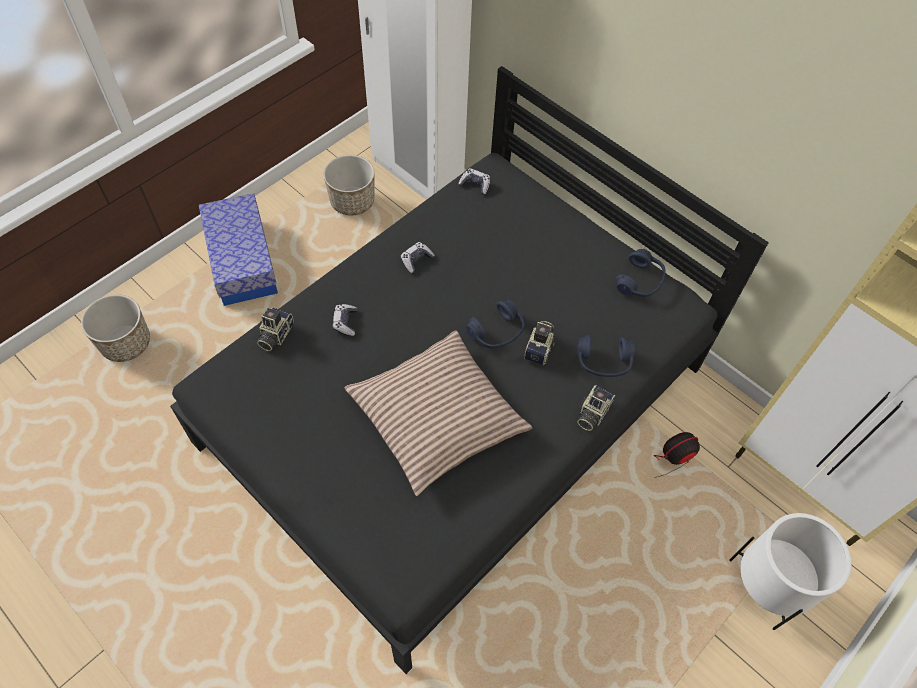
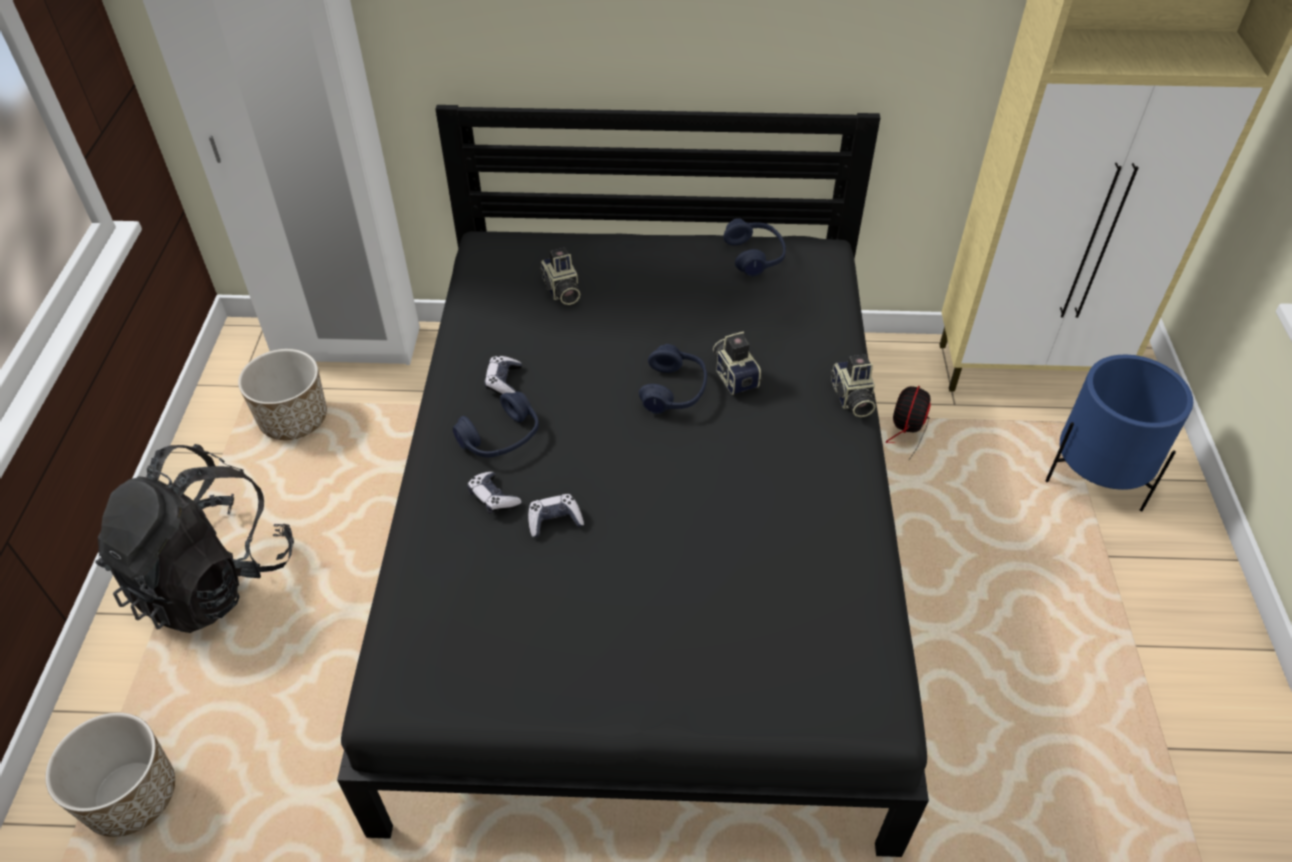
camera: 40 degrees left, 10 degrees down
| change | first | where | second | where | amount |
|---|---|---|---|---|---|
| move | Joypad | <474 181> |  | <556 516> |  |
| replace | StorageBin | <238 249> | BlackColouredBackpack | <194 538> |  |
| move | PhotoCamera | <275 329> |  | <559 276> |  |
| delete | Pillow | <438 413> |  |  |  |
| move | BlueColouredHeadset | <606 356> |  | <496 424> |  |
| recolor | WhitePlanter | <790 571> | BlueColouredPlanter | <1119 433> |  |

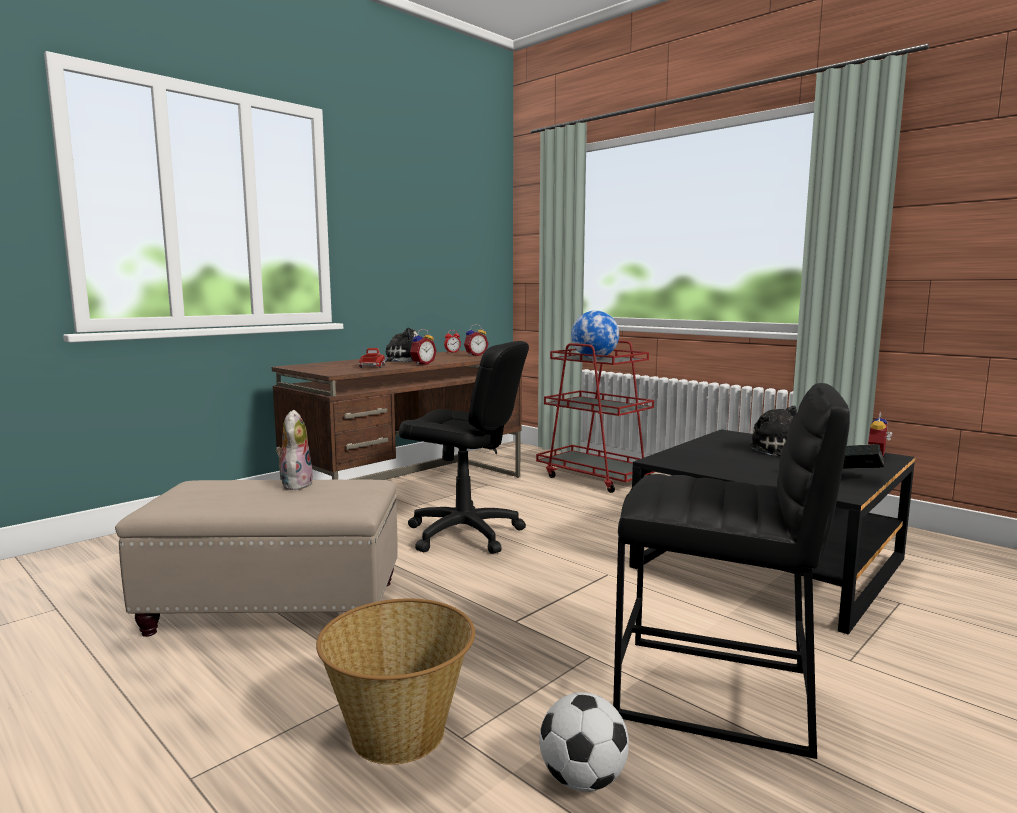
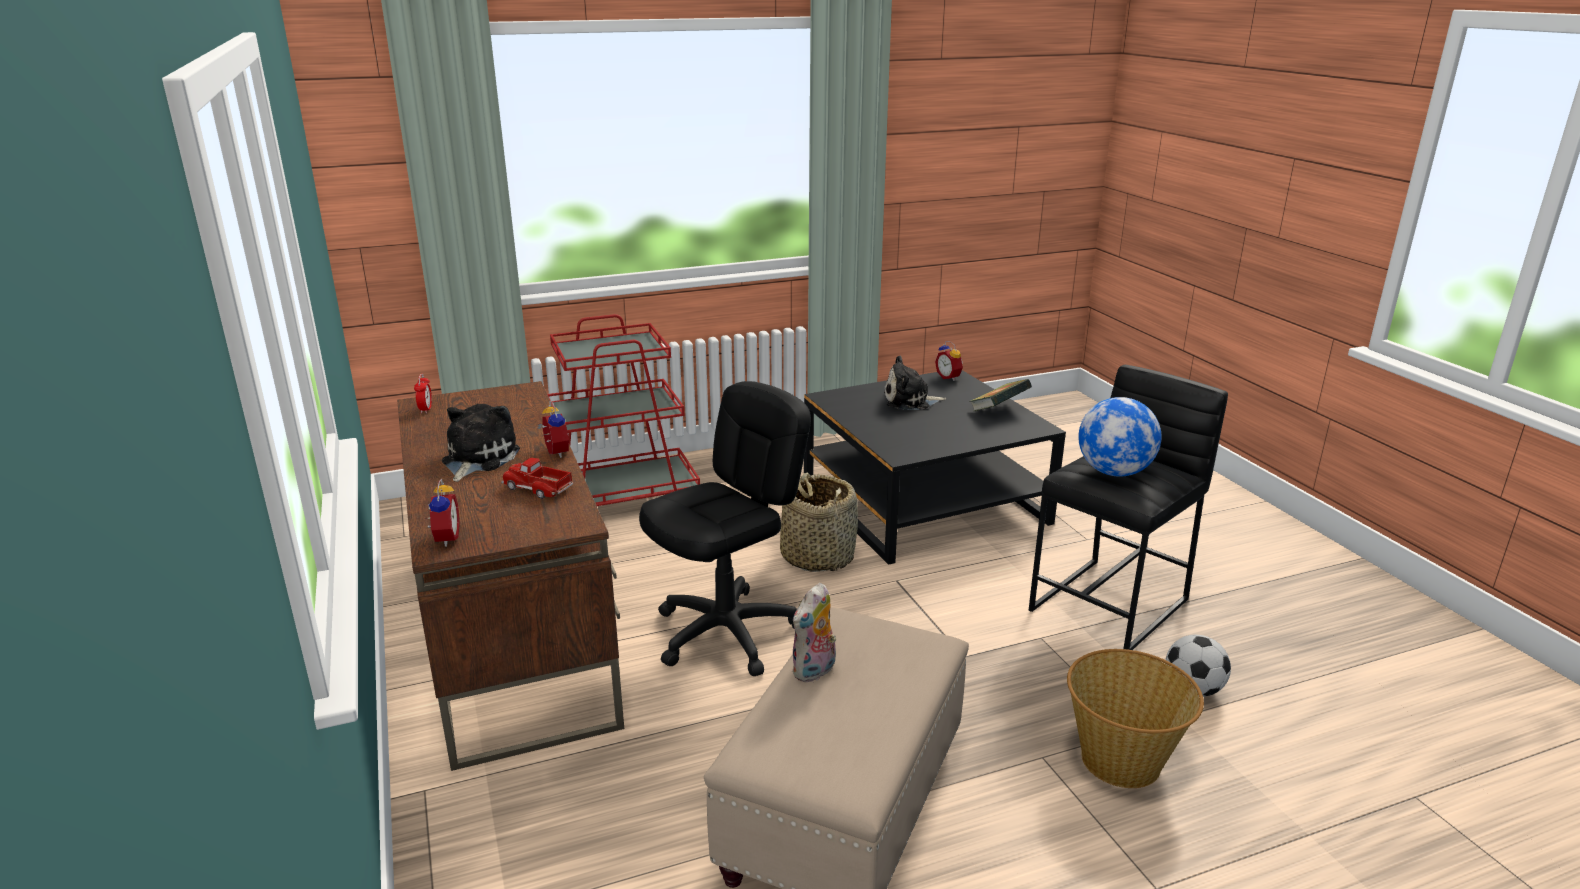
camera: 65 degrees left, 15 degrees up
| change | first | where | second | where | amount |
|---|---|---|---|---|---|
| move | WorldGlobe | <595 334> |  | <1119 437> |  |
| move | BedsideClock | <476 340> |  | <442 513> |  |
| rotate | SoftToy | <294 450> |  | <814 633> | 75 degrees counterclockwise |
| insert |  |  | HouseholdBasket | <819 522> |  |

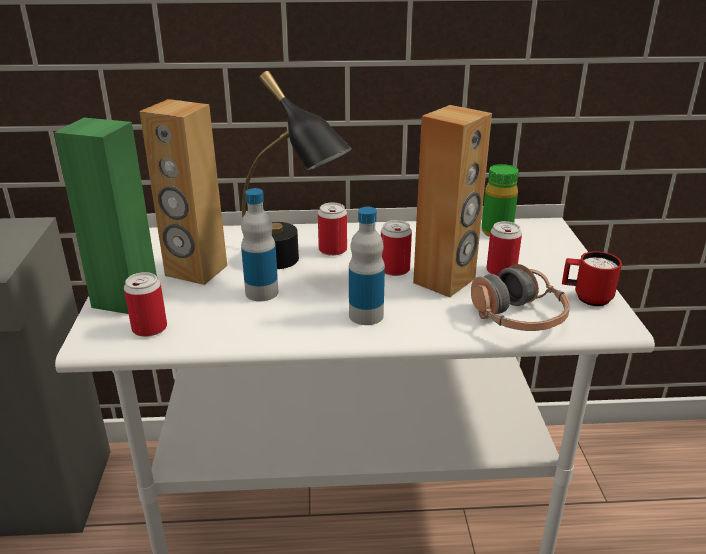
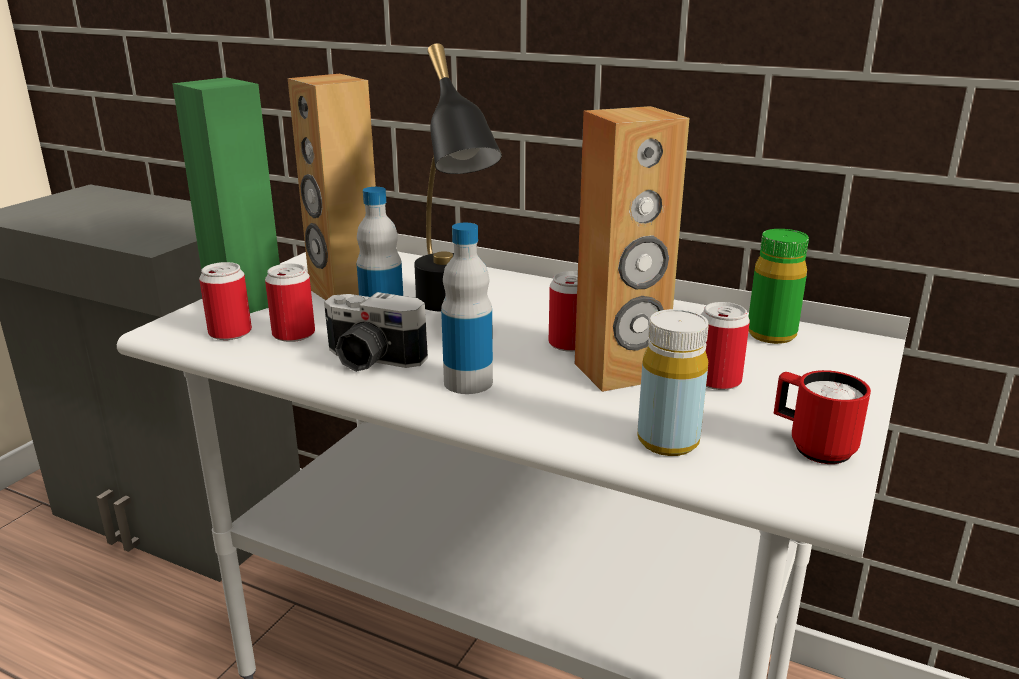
camera: 30 degrees right, 5 degrees down
| change | first | where | second | where | amount |
|---|---|---|---|---|---|
| move | MetalCan | <332 229> |  | <290 302> |  |
| replace | Headset | <520 297> | YellowColouredBottle | <673 382> |  |
| insert |  |  | PhotoCamera | <376 332> |  |

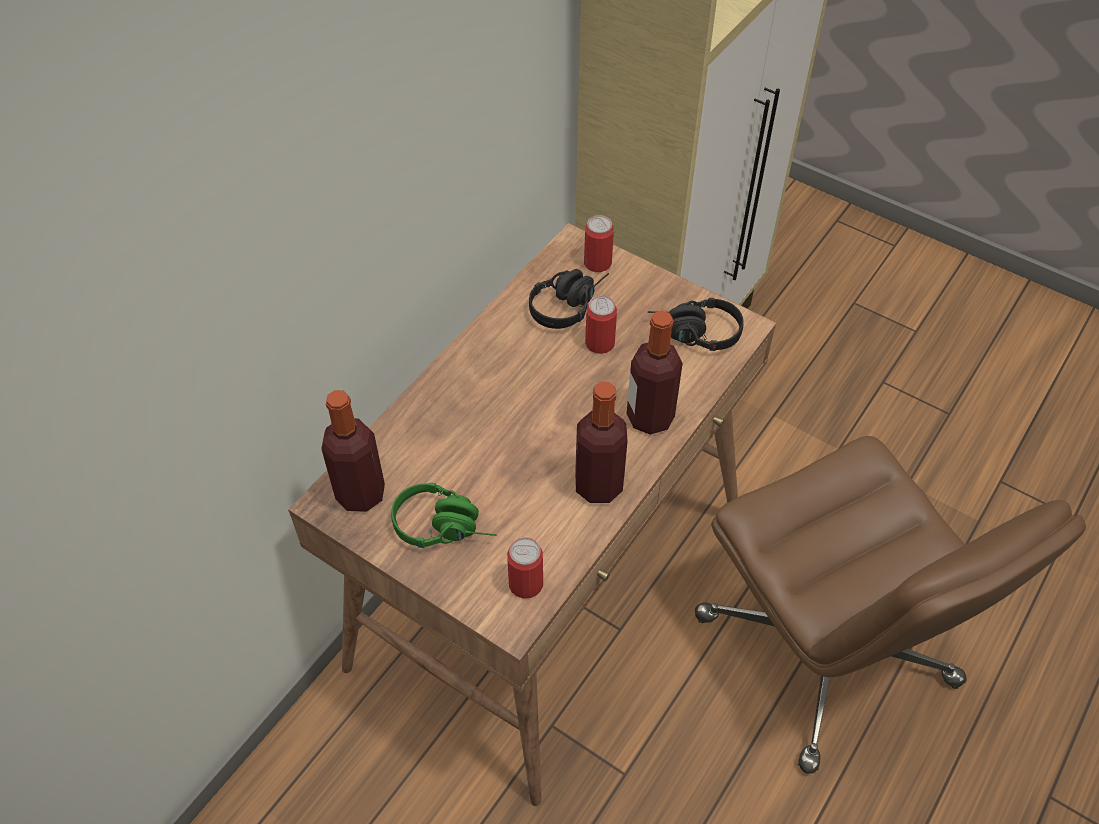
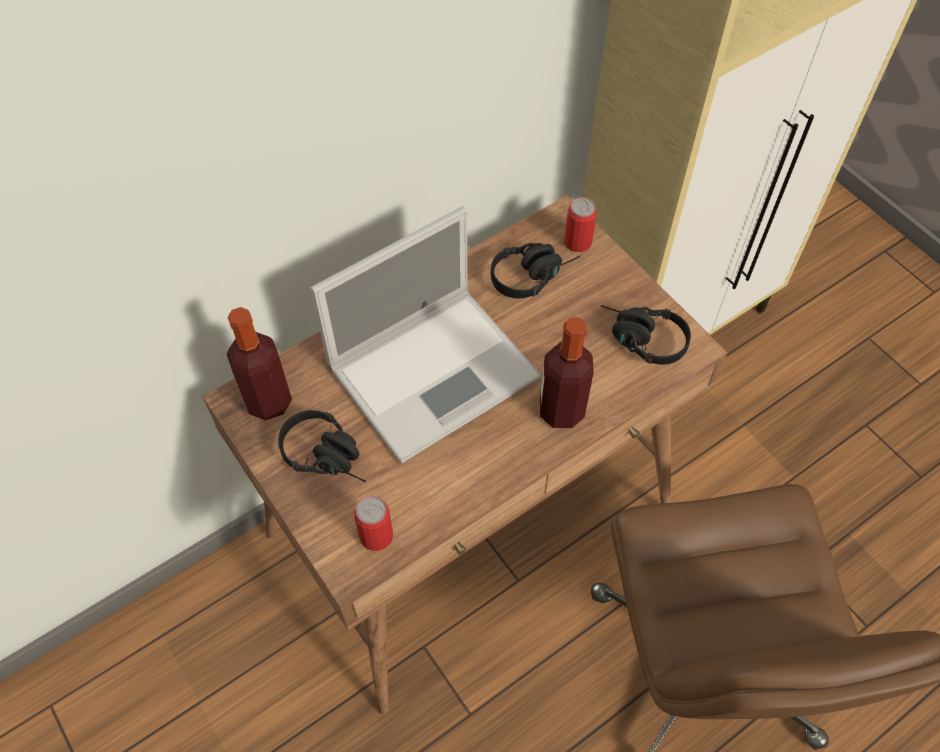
camera: 20 degrees right, 5 degrees up
| change | first | where | second | where | amount |
|---|---|---|---|---|---|
| delete | MetalCan | <601 324> |  |  |  |
| delete | Bottle | <601 442> |  |  |  |
| recolor | GreenColouredHeadset | <444 515> | BlackColouredHeadset | <322 446> |  |
| insert |  |  | PortableComputer | <425 335> |  |

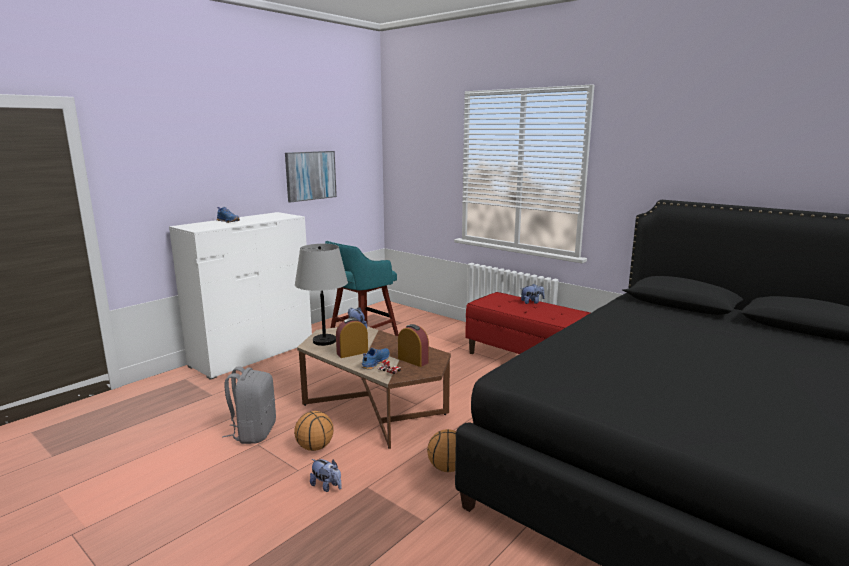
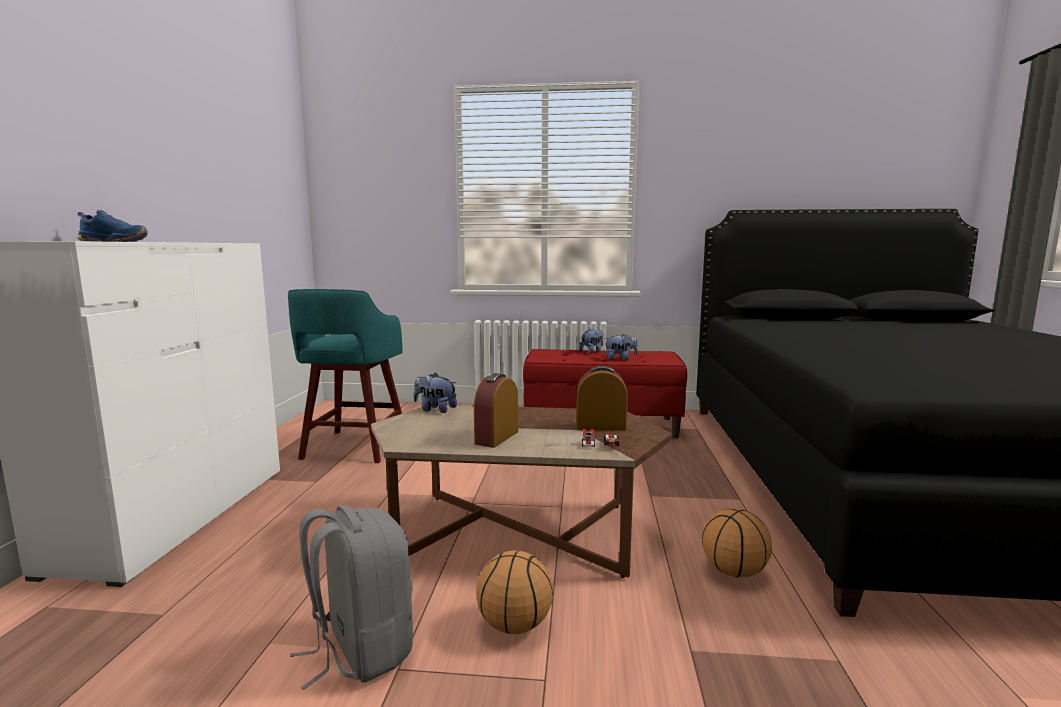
camera: 35 degrees left, 5 degrees down
| change | first | where | second | where | amount |
|---|---|---|---|---|---|
| delete | WallPicture | <311 176> |  |  |  |
| delete | GrayLampForATable | <321 295> |  |  |  |
| delete | BlueColouredItemOfFootwear | <376 359> |  |  |  |
| move | SoftToy | <326 475> |  | <621 347> |  |

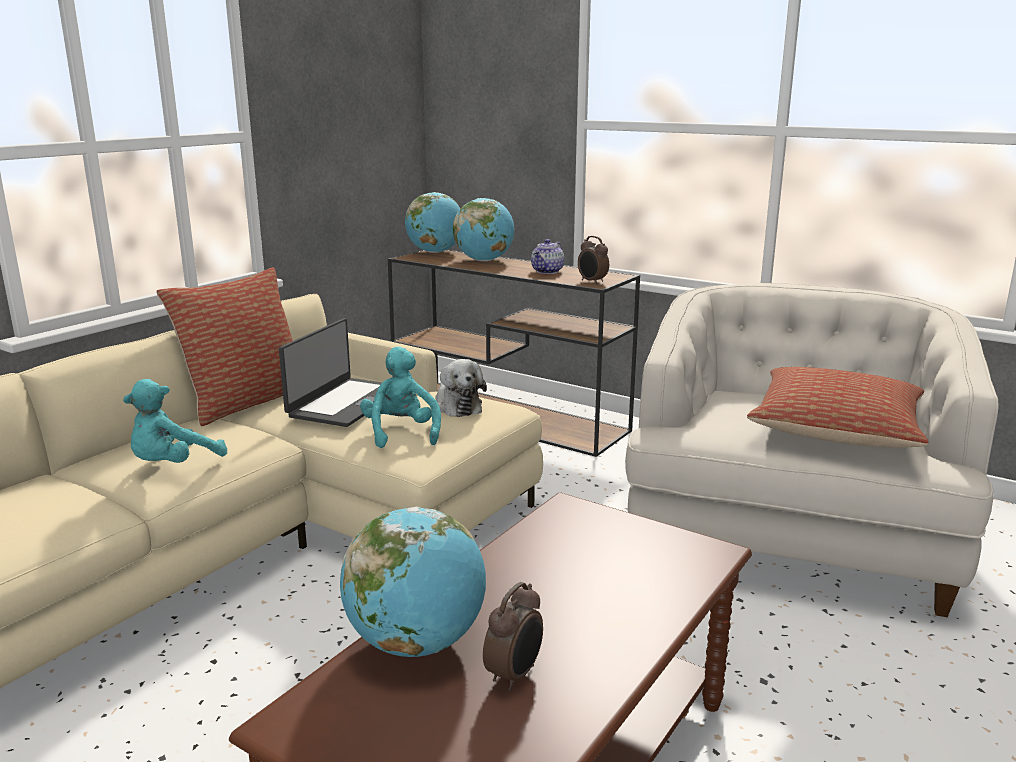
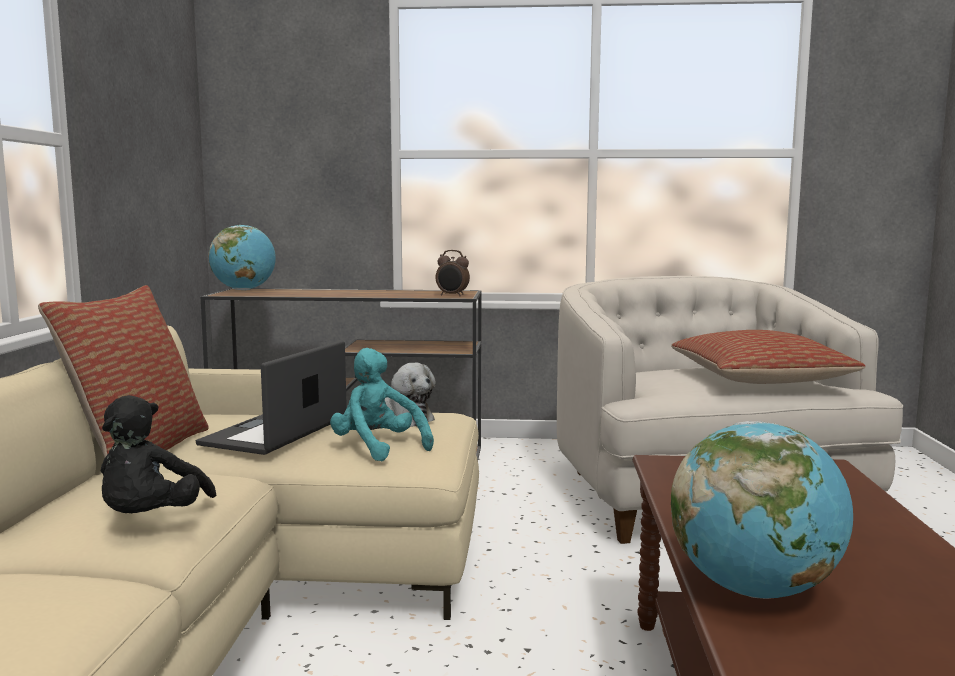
camera: 30 degrees left, 10 degrees down
| change | first | where | second | where | amount |
|---|---|---|---|---|---|
| delete | WorldGlobe | <483 229> |  |  |  |
| delete | TeaPot | <547 256> |  |  |  |
| rotate | PortableComputer | <331 372> |  | <271 398> | 150 degrees counterclockwise |
| recolor | TurquoiseColouredSoftToy | <175 421> | BlackColouredSoftToy | <158 454> |  |
| delete | BedsideClock | <513 636> |  |  |  |

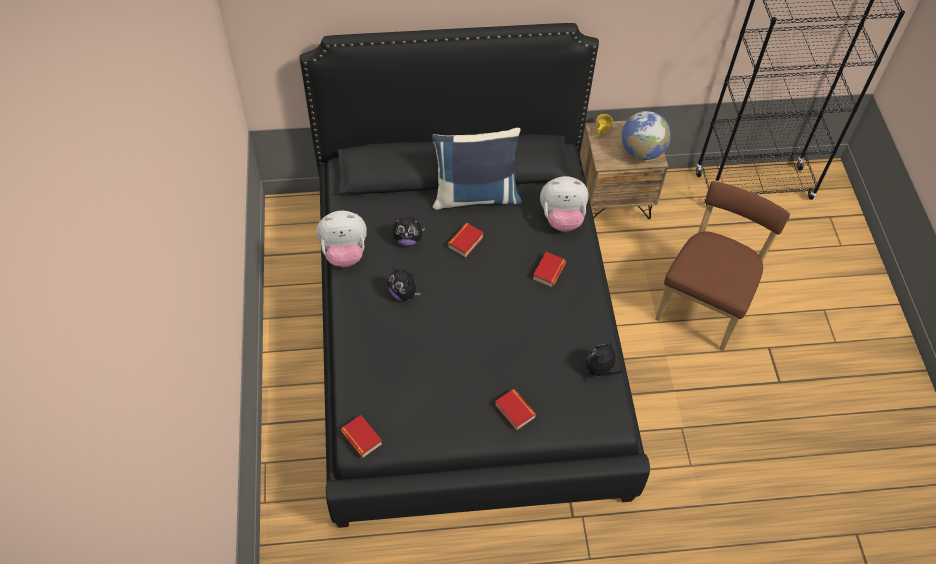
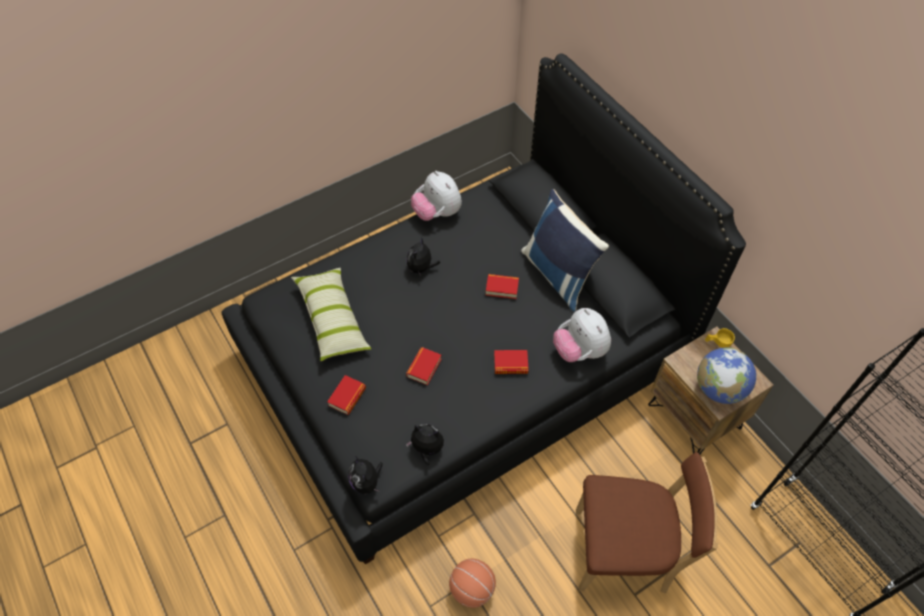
camera: 65 degrees right, 0 degrees up
| change | first | where | second | where | amount |
|---|---|---|---|---|---|
| move | SoftToy | <409 231> |  | <365 475> |  |
| move | Book | <361 436> |  | <424 366> |  |
| insert |  |  | Pillow | <331 314> |  |
| insert |  |  | BasketballBall | <472 583> |  |

